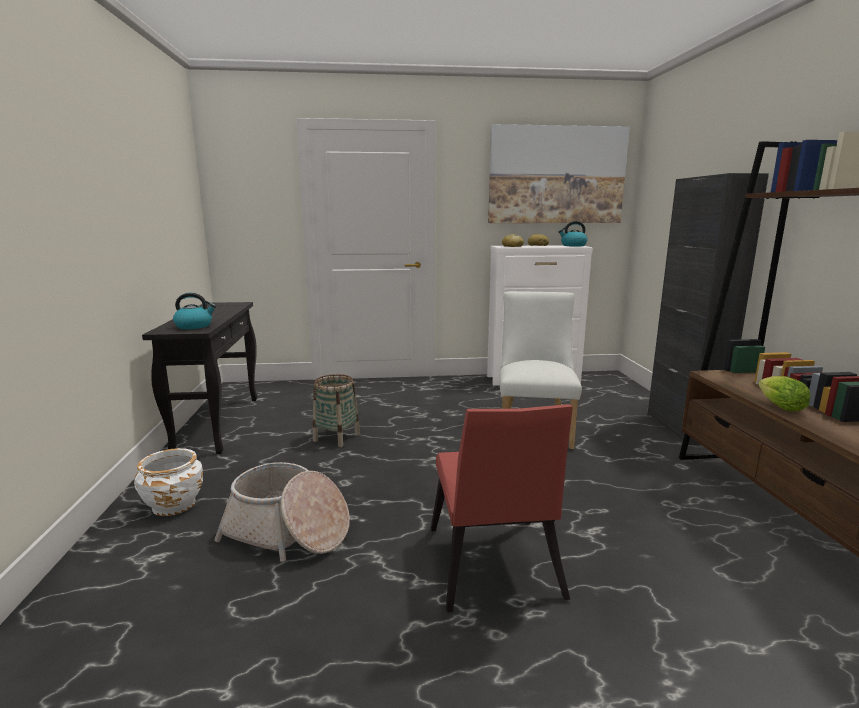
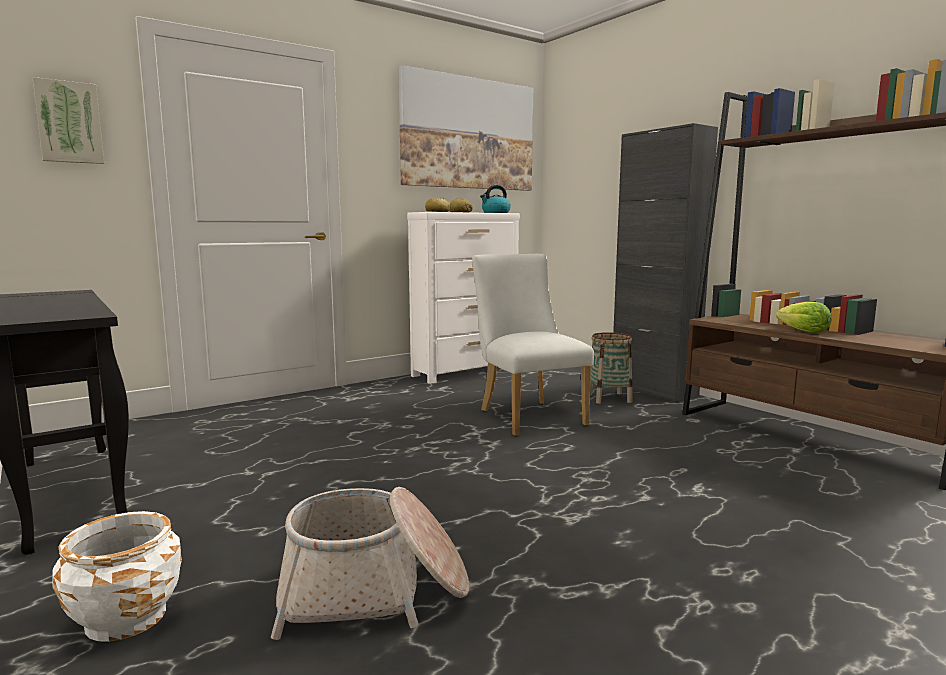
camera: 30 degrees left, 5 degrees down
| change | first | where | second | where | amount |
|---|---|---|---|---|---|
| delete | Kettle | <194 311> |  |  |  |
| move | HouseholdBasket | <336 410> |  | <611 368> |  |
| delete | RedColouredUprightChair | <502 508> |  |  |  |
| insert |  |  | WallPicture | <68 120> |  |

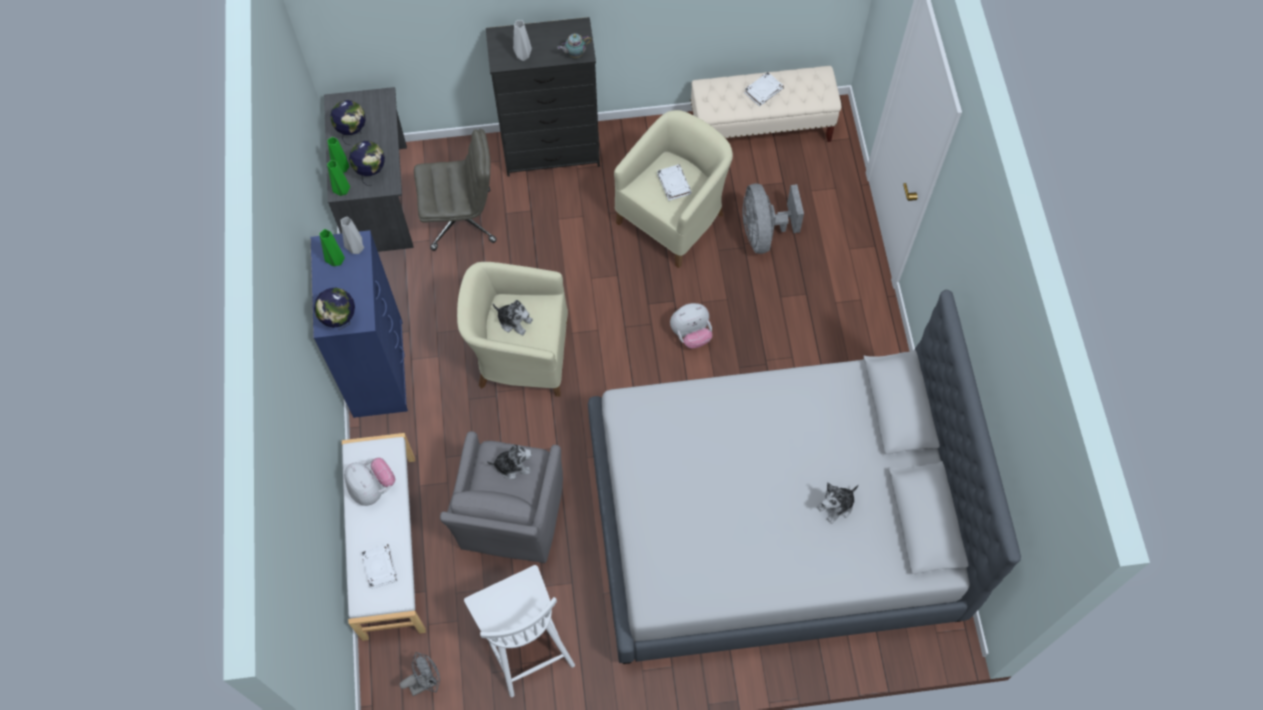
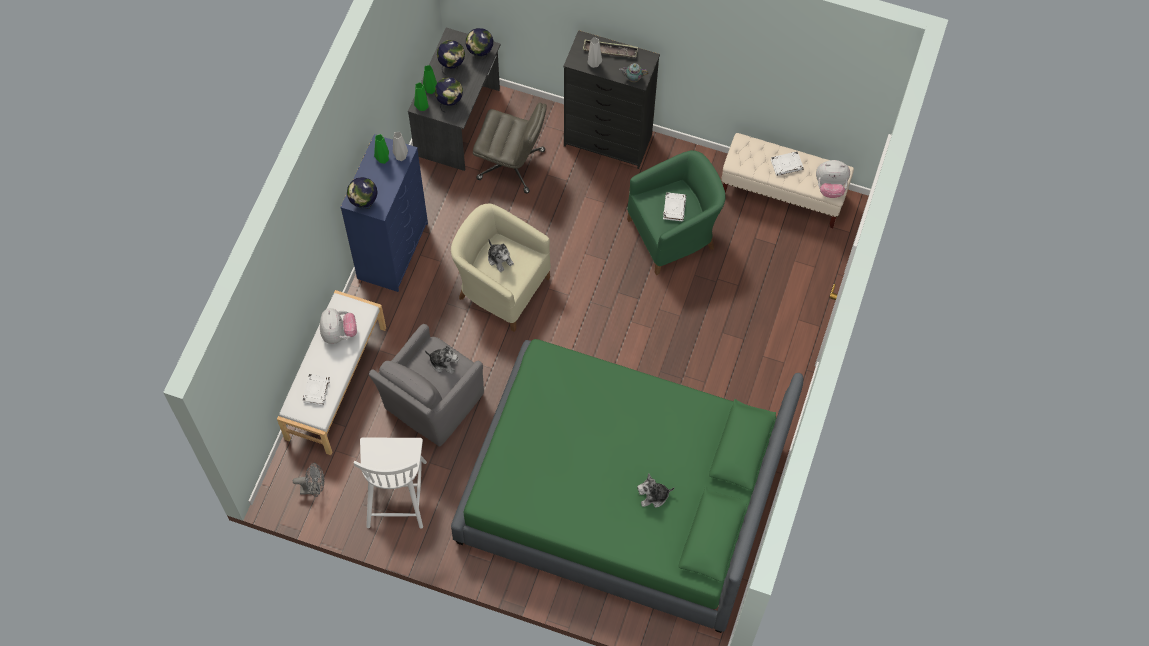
camera: 25 degrees right, 0 degrees up
| change | first | where | second | where | amount |
|---|---|---|---|---|---|
| recolor | BeigeArmchair | <673 189> | GreenColouredArmchair | <676 212> |  |
| delete | GrayFan | <773 219> |  |  |  |
| recolor | GrayBed | <804 476> | GreenColouredBed | <627 486> |  |
| move | SoftToy | <691 326> |  | <833 179> |  |
| insert |  |  | WorldGlobe | <479 43> |  |
| insert |  |  | ServingTray | <610 48> |  |

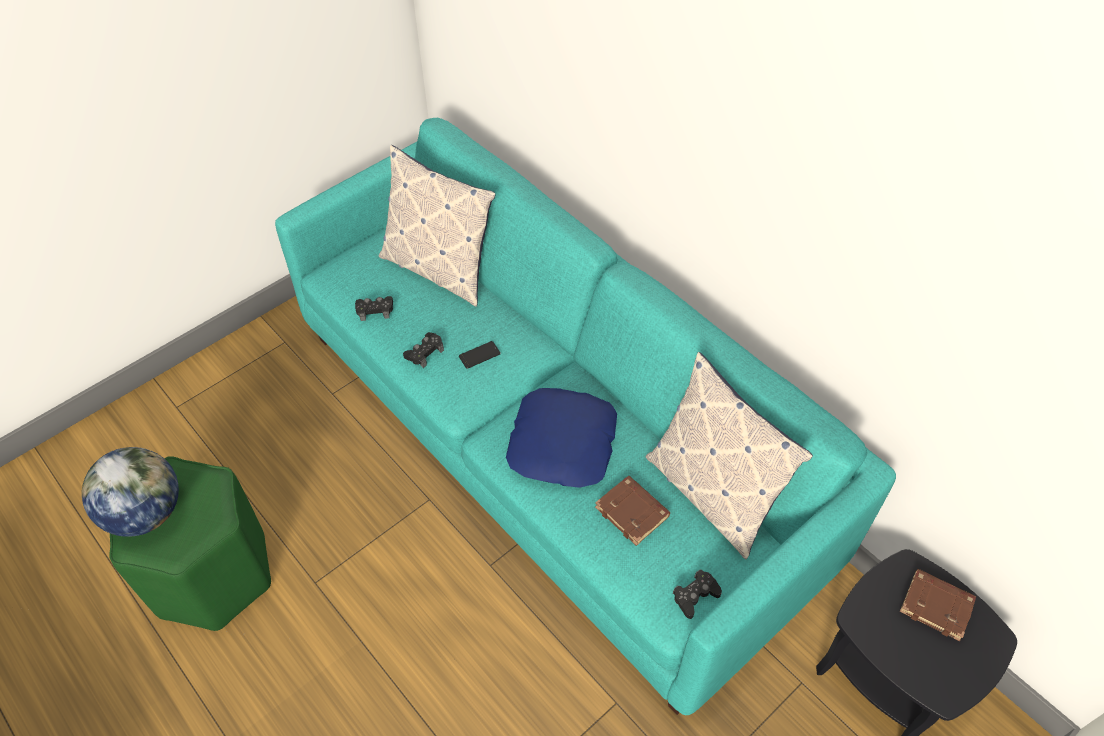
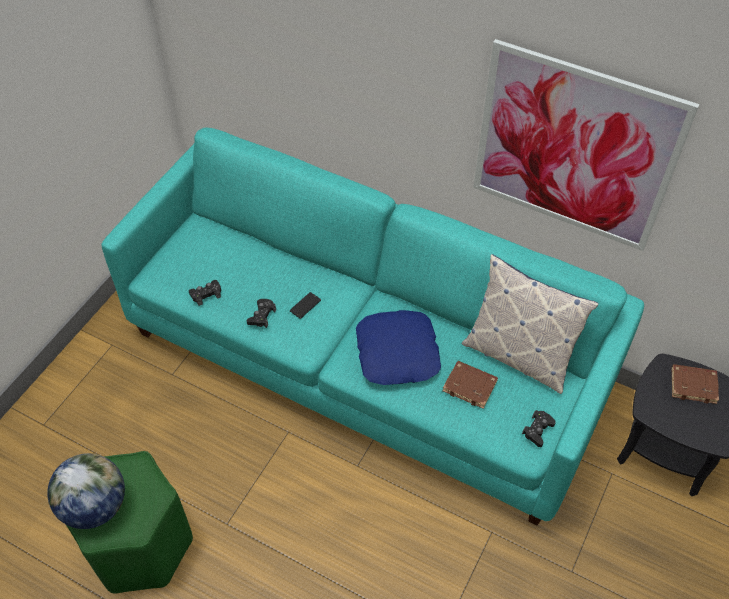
camera: 20 degrees left, 0 degrees up
| change | first | where | second | where | amount |
|---|---|---|---|---|---|
| delete | Pillow | <437 226> |  |  |  |
| insert |  |  | WallPicture | <586 145> |  |

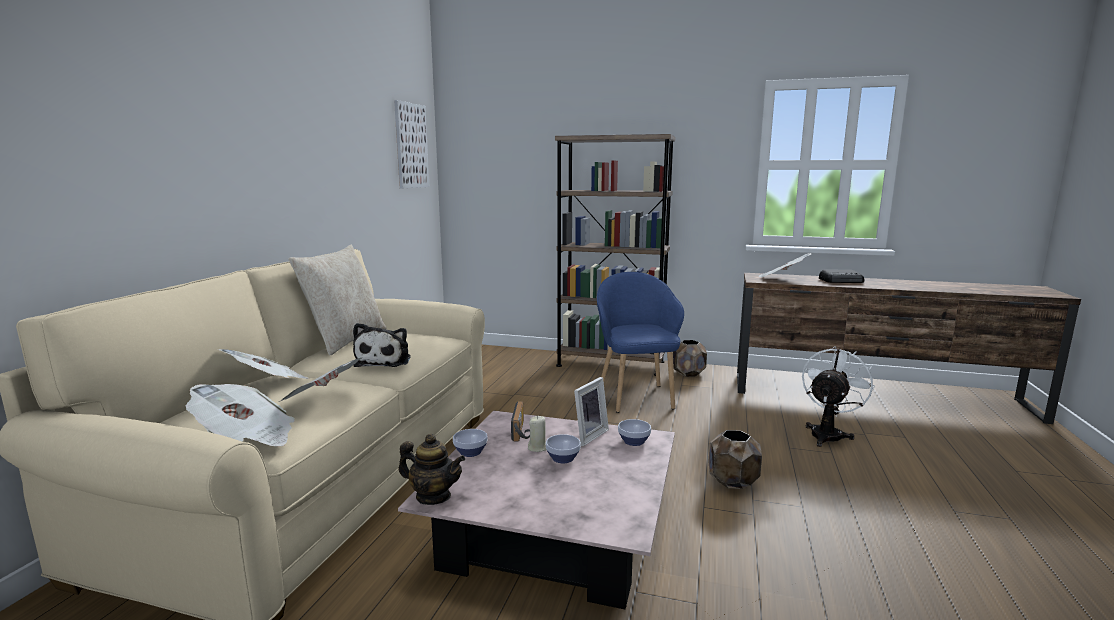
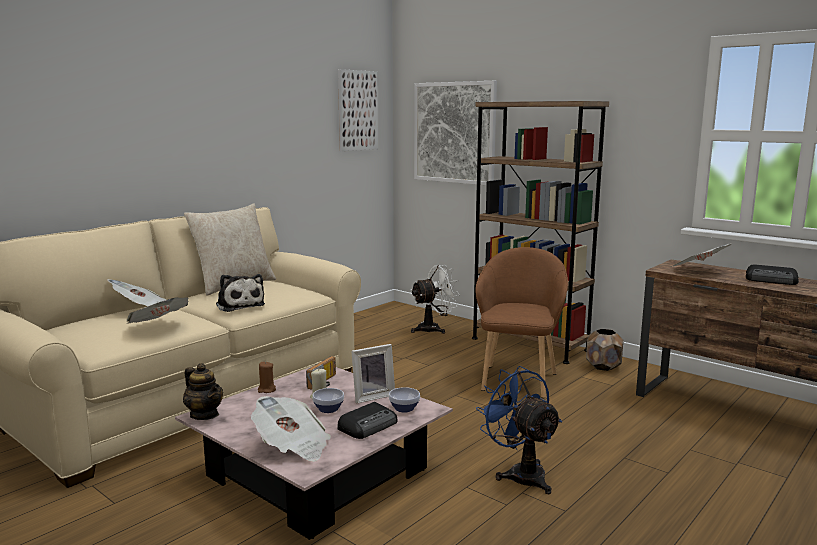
camera: 25 degrees right, 0 degrees up
| change | first | where | second | where | amount |
|---|---|---|---|---|---|
| recolor | BlueColouredArmchair | <640 342> | BrownishArmchair | <521 322> |  |
| rotate | SoftToy | <382 345> |  | <240 293> | 60 degrees counterclockwise |
| move | WhiteFan | <838 396> |  | <435 299> |  |
| move | Newspaper | <240 415> |  | <291 429> |  |
| replace | ServingBowl | <470 443> | BrownishWaxLight | <267 377> |  |
| replace | BrownishPlanter | <735 459> | BlueColouredFan | <519 430> |  |
| insert |  |  | WallPicture | <455 133> |  |
| insert |  |  | Radio | <367 420> |  |

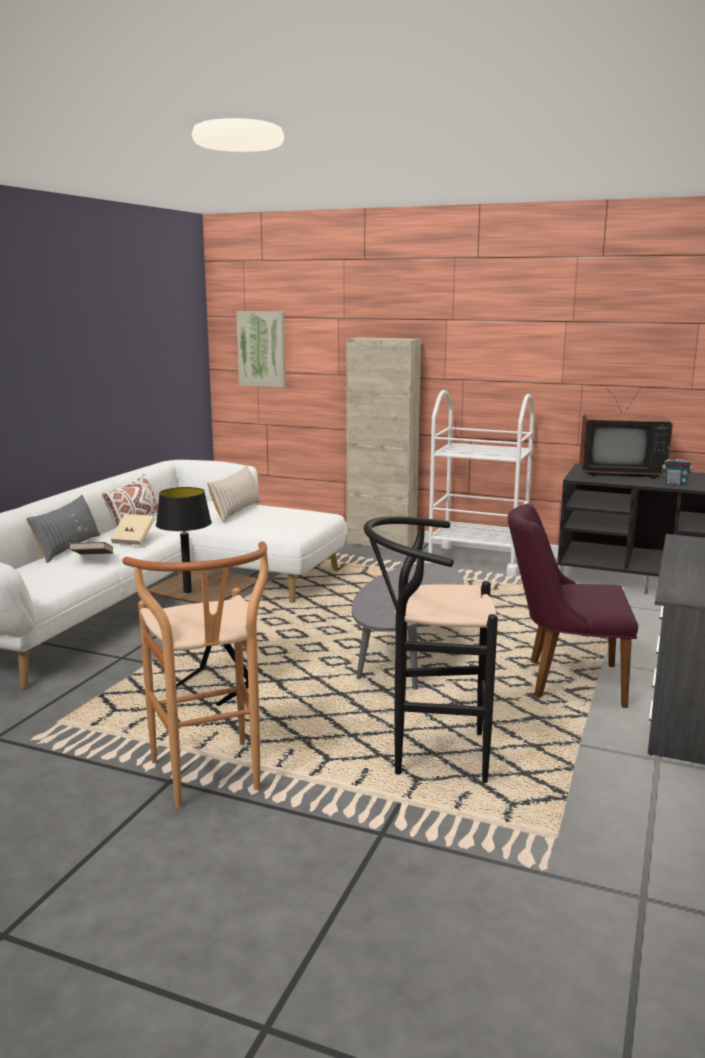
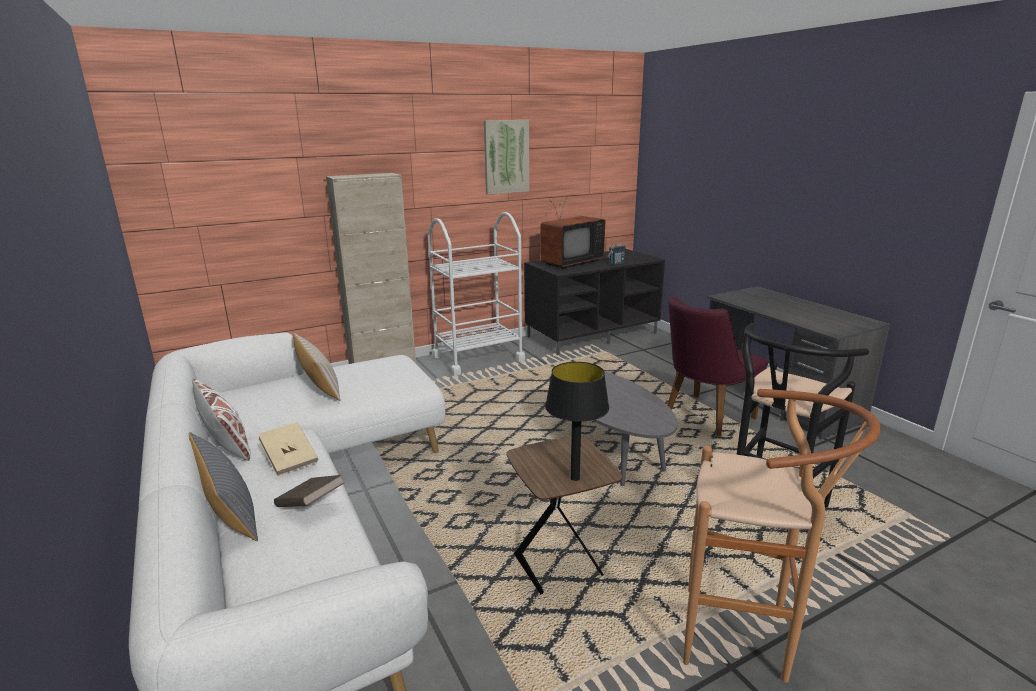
camera: 50 degrees left, 5 degrees up
| change | first | where | second | where | amount |
|---|---|---|---|---|---|
| move | WallPicture | <261 349> |  | <506 157> |  |

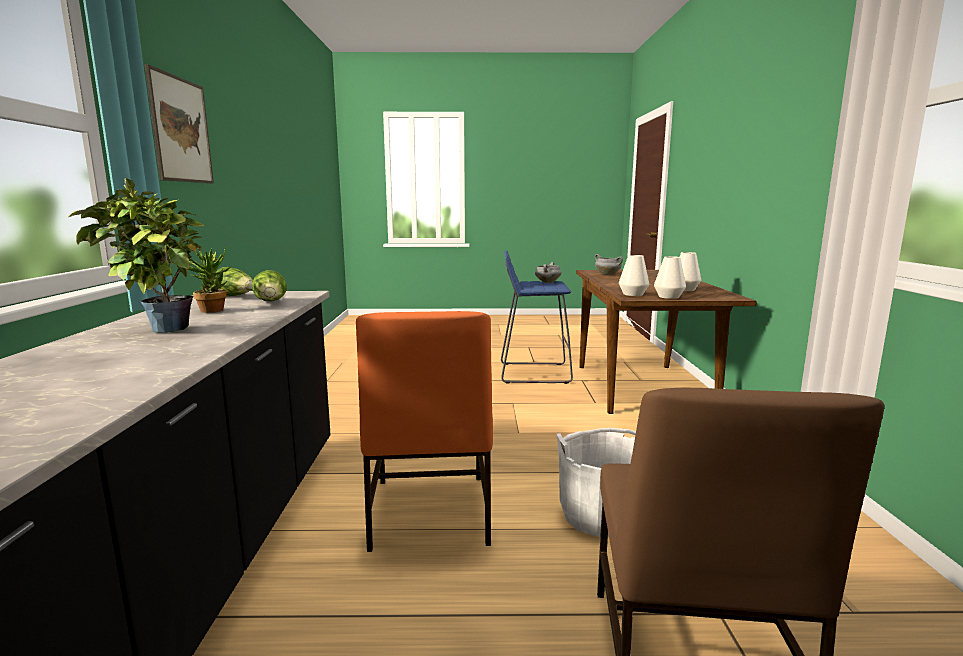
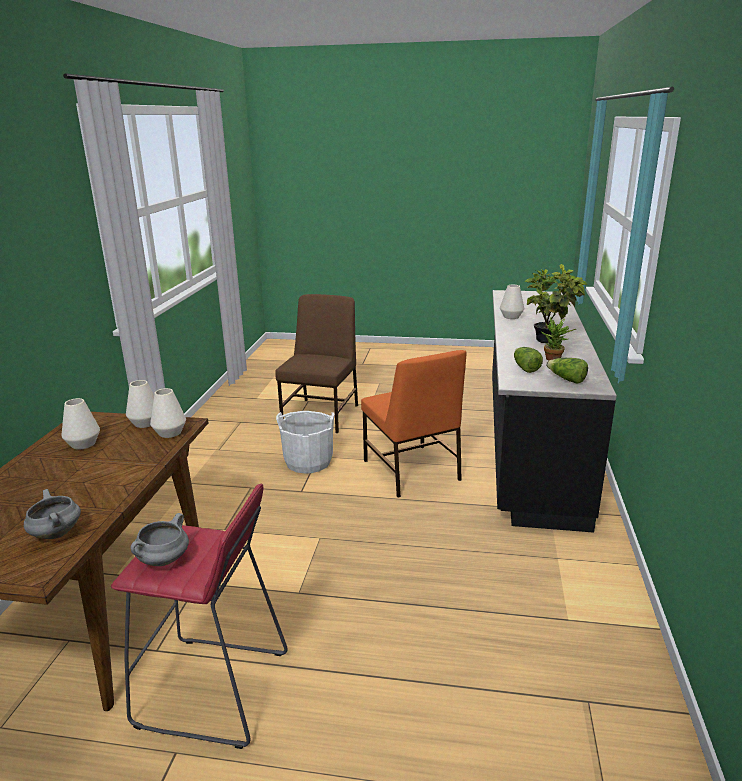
camera: 170 degrees left, 10 degrees up
| change | first | where | second | where | amount |
|---|---|---|---|---|---|
| delete | WallPicture | <179 123> |  |  |  |
| recolor | BlueColouredSittingStool | <537 317> | RedColouredSittingStool | <199 616> |  |
| rotate | OrangeColouredUprightChair | <424 431> |  | <414 424> | 150 degrees clockwise |
| insert |  |  | WhiteVase | <512 302> |  |

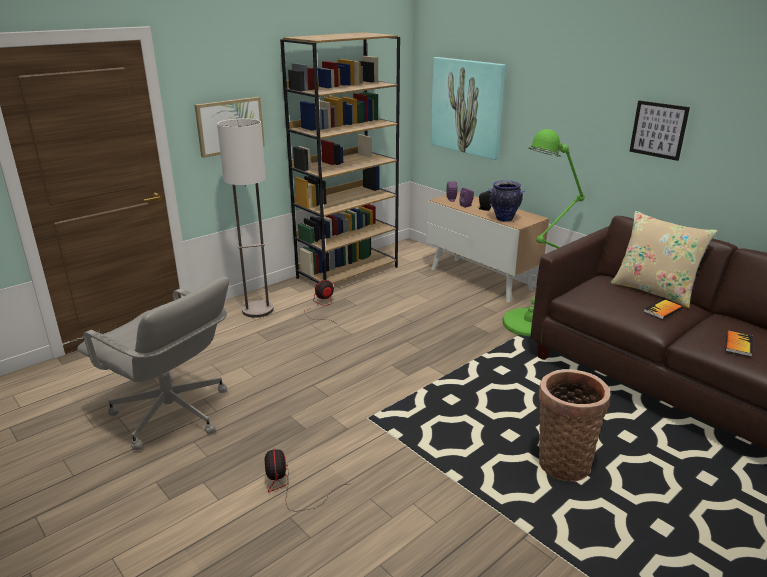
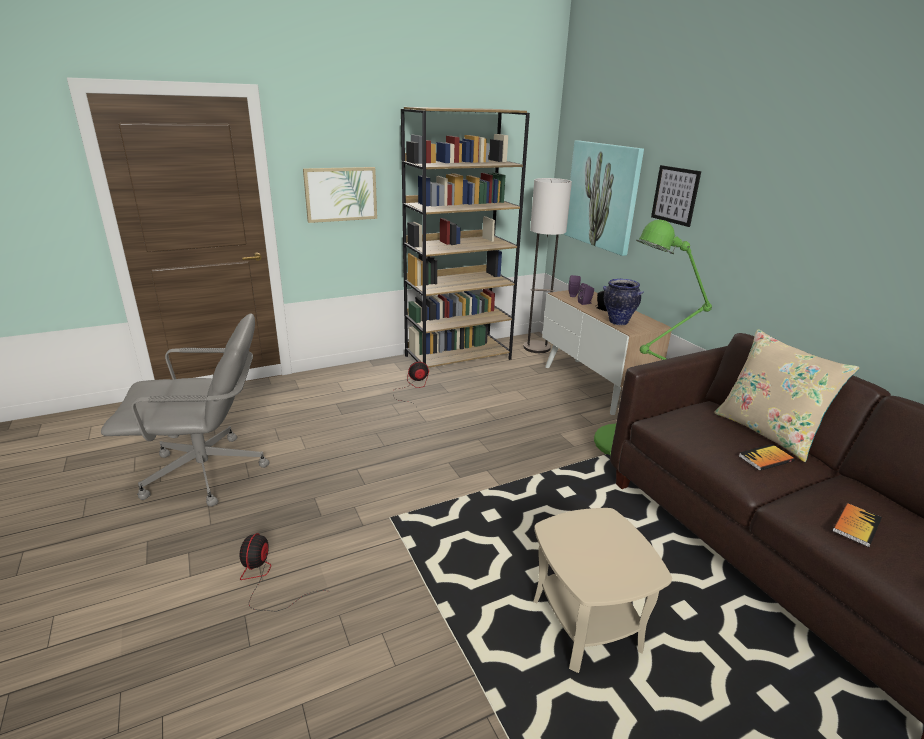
camera: 15 degrees right, 0 degrees up
| change | first | where | second | where | amount |
|---|---|---|---|---|---|
| move | WallPicture | <659 131> |  | <676 196> |  |
| move | StandardLamp | <245 218> |  | <548 265> |  |
| rotate | GrayDeskChair | <153 363> |  | <185 410> | 60 degrees counterclockwise |
| replace | HouseholdBasket | <574 425> | BeigeAccentTable | <602 590> |  |

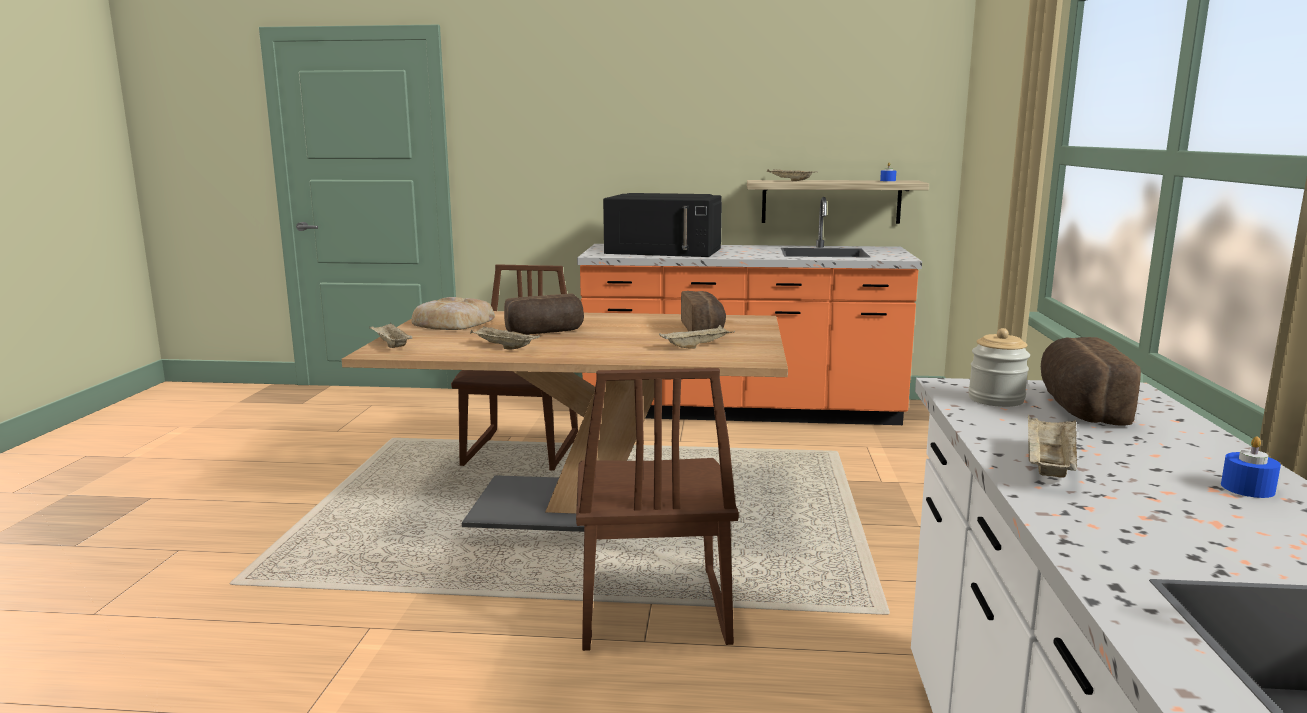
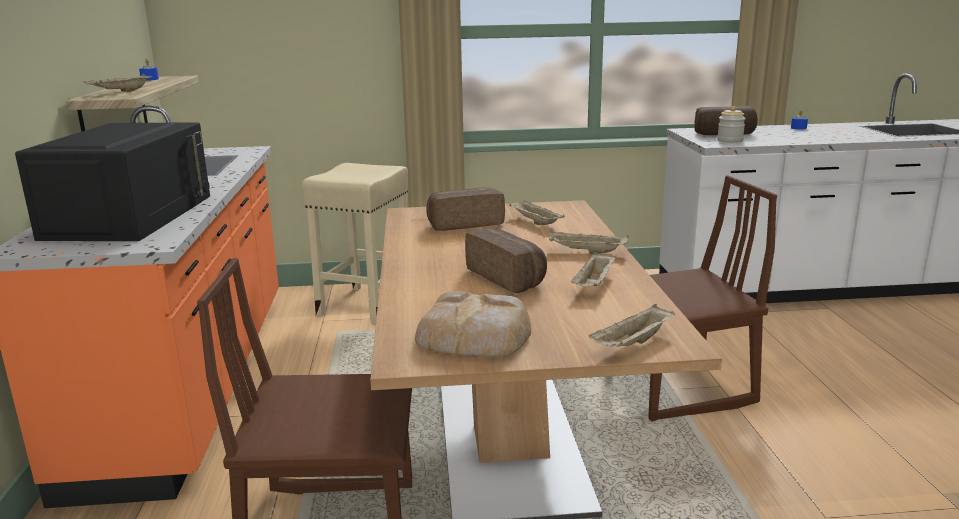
camera: 100 degrees left, 5 degrees up
| change | first | where | second | where | amount |
|---|---|---|---|---|---|
| move | BeigeServingTray | <1052 446> |  | <588 243> |  |
| insert |  |  | BeigeSittingStool | <355 243> |  |

